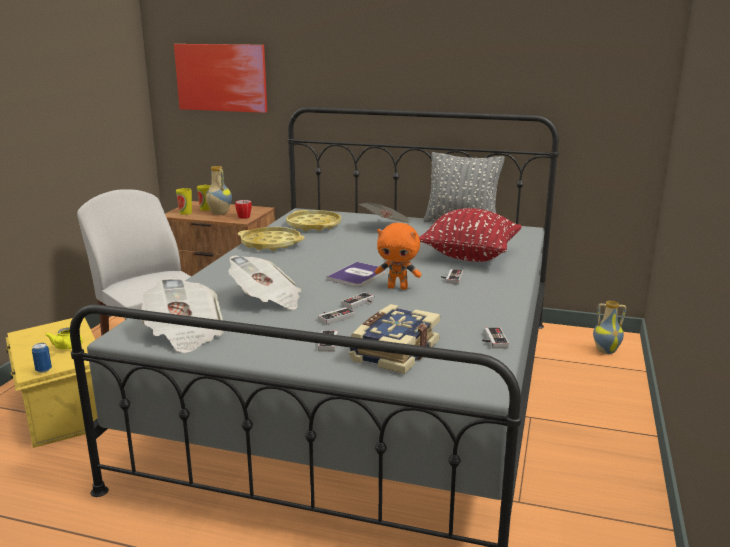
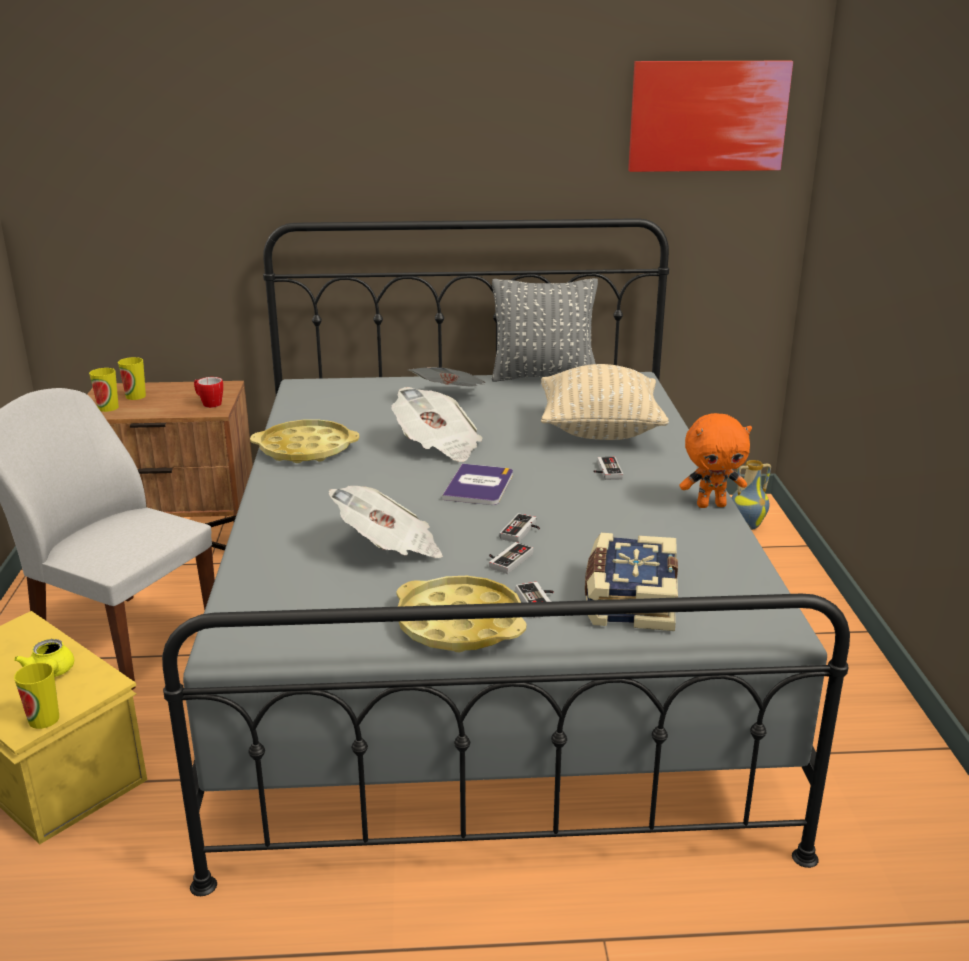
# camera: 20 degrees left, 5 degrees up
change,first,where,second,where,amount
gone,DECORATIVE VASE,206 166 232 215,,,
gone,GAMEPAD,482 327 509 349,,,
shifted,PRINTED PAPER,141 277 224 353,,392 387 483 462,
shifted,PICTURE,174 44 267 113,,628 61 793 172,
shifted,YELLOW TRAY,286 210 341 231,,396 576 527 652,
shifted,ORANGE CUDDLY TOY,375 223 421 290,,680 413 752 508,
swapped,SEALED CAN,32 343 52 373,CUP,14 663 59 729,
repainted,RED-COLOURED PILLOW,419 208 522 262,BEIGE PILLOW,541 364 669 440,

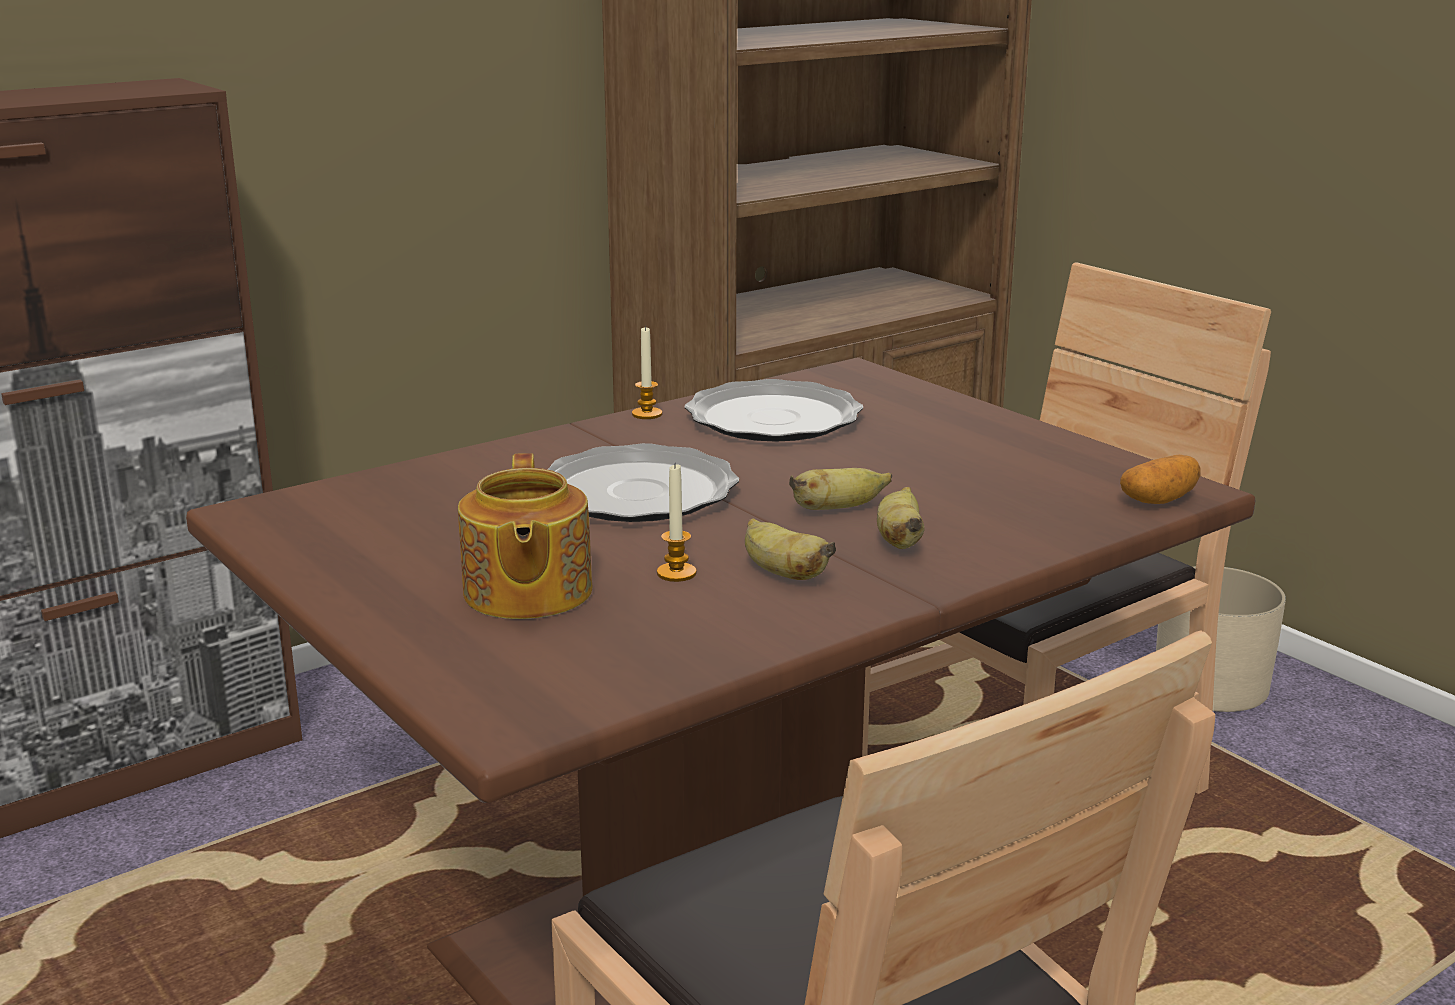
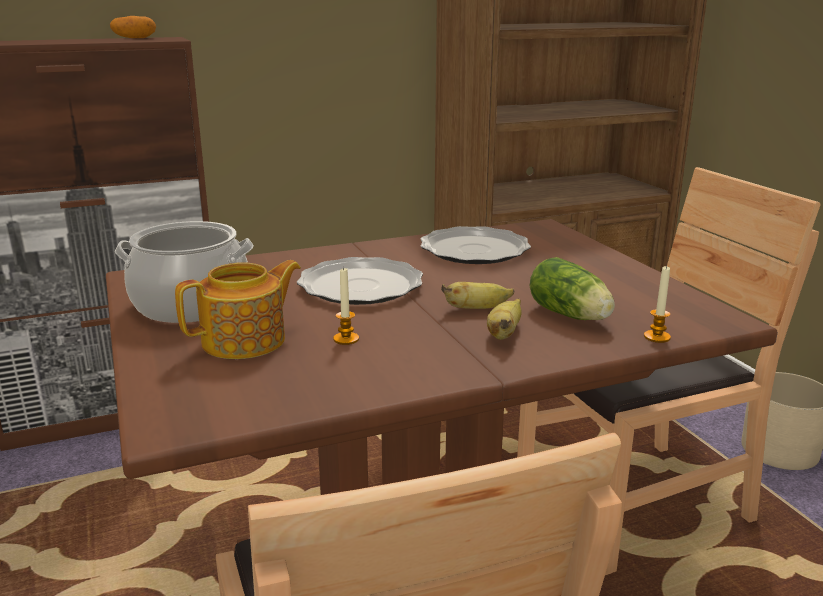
# camera: 15 degrees right, 0 degrees up
change,first,where,second,where,amount
gone,BANANA FRUIT,745 518 836 580,,,
new,,,SAUCEPOT,115 221 254 323,
new,,,HEAD OF LETTUCE,530 257 615 320,
shifted,WAX CANDLE,632 326 662 419,,644 265 671 343,
shifted,WHOLE POTATO,1120 455 1201 504,,110 16 156 38,
rotated,POT FOR TEA,458 453 593 619,,175 260 301 359,135 degrees counterclockwise

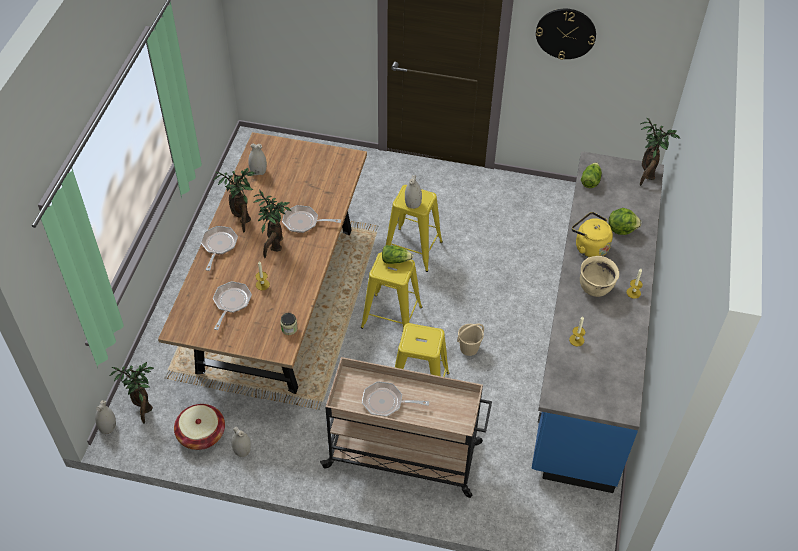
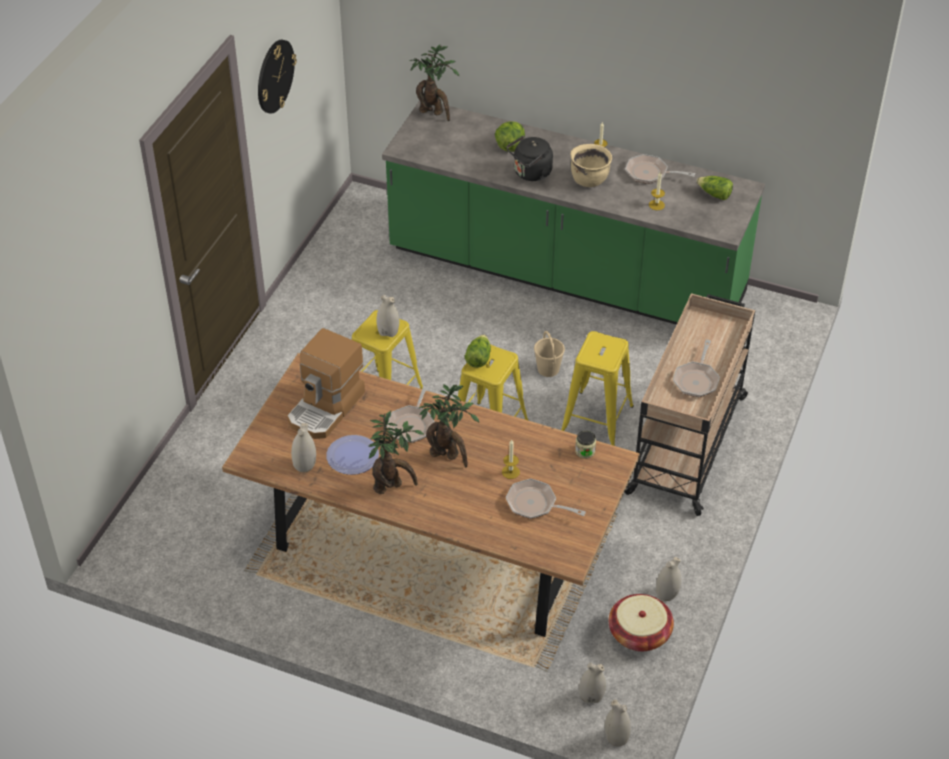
# camera: 80 degrees left, 5 degrees down
change,first,where,second,where,amount
new,,,COFFEE MACHINE,287 328 365 439,
new,,,PLATE,326 435 379 475,
shifted,SKILLET,201 226 238 271,,625 154 695 184,
shifted,HEAD OF LETTUCE,581 162 602 188,,696 176 733 200,
swapped,PLANT IN A POT,110 362 154 424,WHITE DECORATIVE VASE,579 663 606 703,
repainted,BLUE-COLOURED KITCHEN BASE UNIT,532 151 664 493,GREEN-COLOURED KITCHEN BASE UNIT,382 100 765 325,
repainted,YELLOW WATER KETTLE,572 212 613 257,BLACK-COLOURED WATER KETTLE,507 136 553 181,

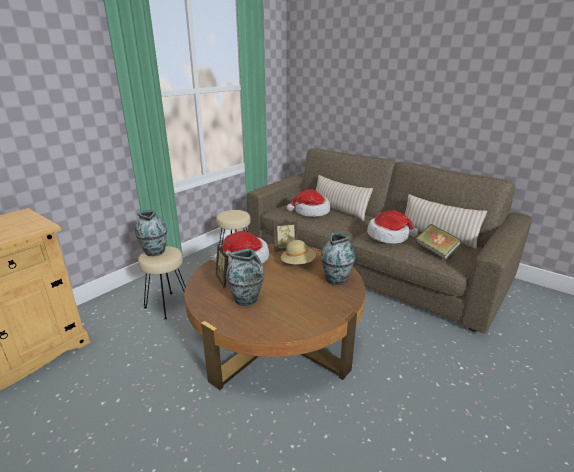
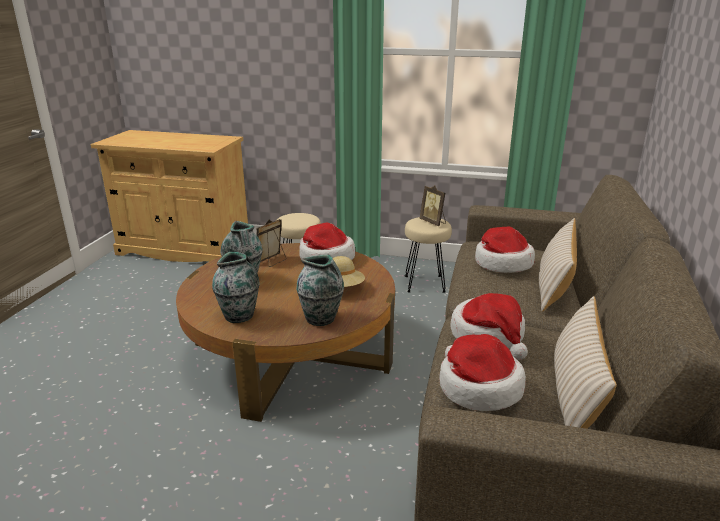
# camera: 65 degrees right, 0 degrees up
change,first,where,second,where,amount
shifted,DECORATIVE VASE,135 210 167 256,,212 252 260 323,
shifted,STANDING FRAME,273 218 298 252,,420 185 446 226,
swapped,BOOK,416 224 461 260,CLOTHING HAT,439 334 526 411,

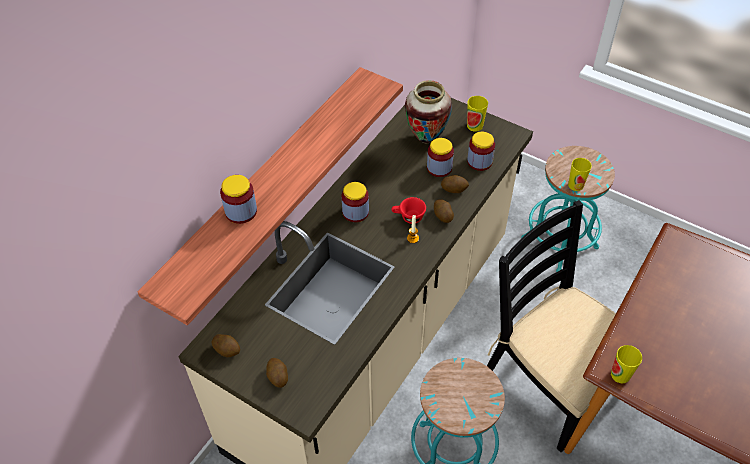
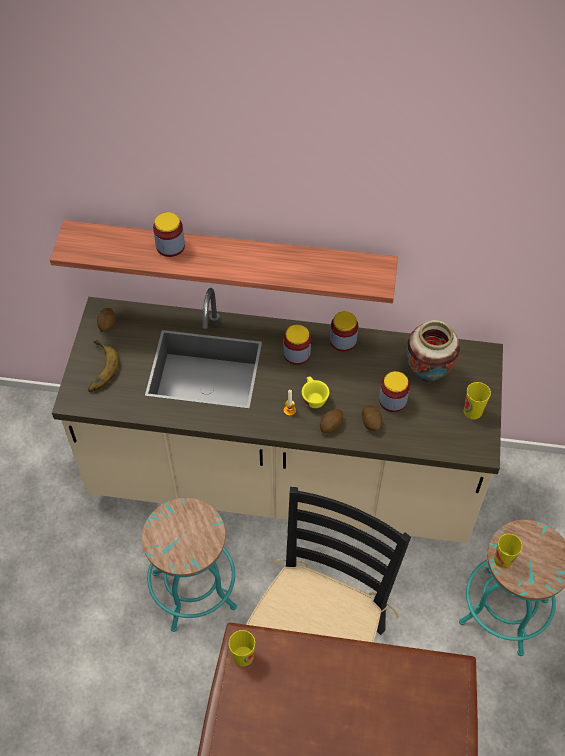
# camera: 65 degrees right, 5 degrees up
change,first,where,second,where,amount
shifted,STORAGE JAR,467 132 495 171,,330 311 358 351,
swapped,WHOLE POTATO,266 358 288 388,BANANA FRUIT,88 340 119 392,
repainted,RED-COLOURED CUP,391 197 426 224,YELLOW CUP,302 377 329 408,

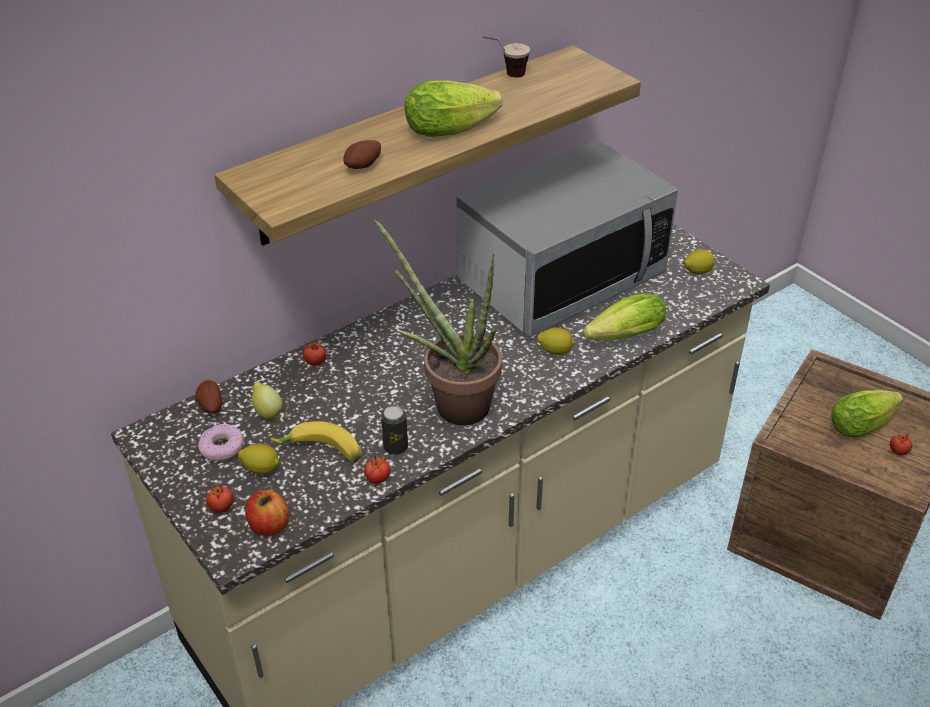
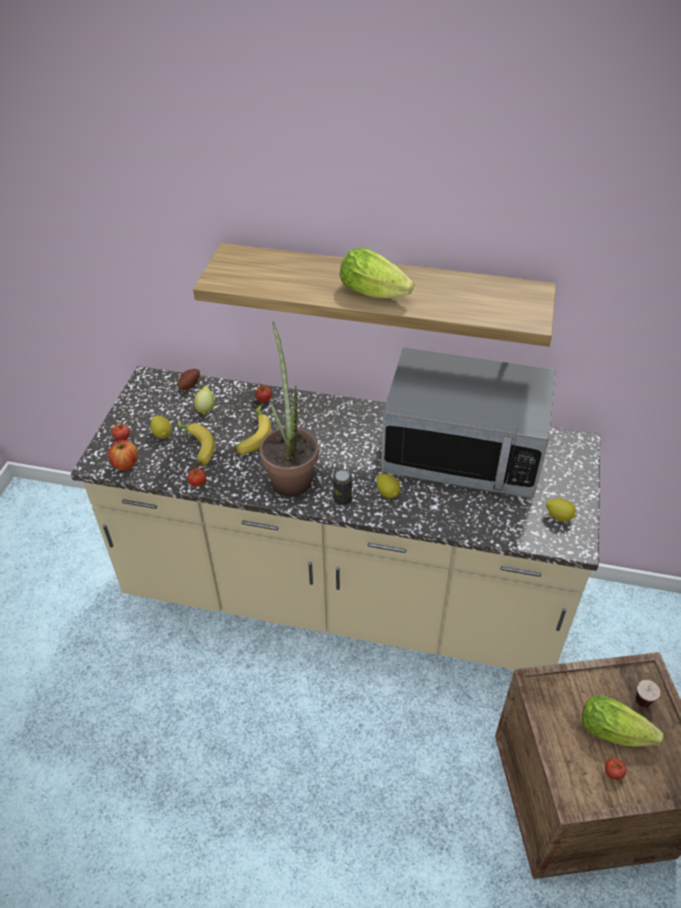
# camera: 50 degrees right, 5 degrees up
change,first,where,second,where,amount
gone,DOUGHNUT,198 424 244 461,,,
gone,WHOLE POTATO,343 140 381 169,,,
gone,HEAD OF LETTUCE,583 293 666 340,,,
new,,,BANANA FRUIT,234 406 271 455,
shifted,SEALED CAN,381 406 408 455,,333 470 352 506,
shifted,CUP,482 36 530 77,,623 668 660 707,

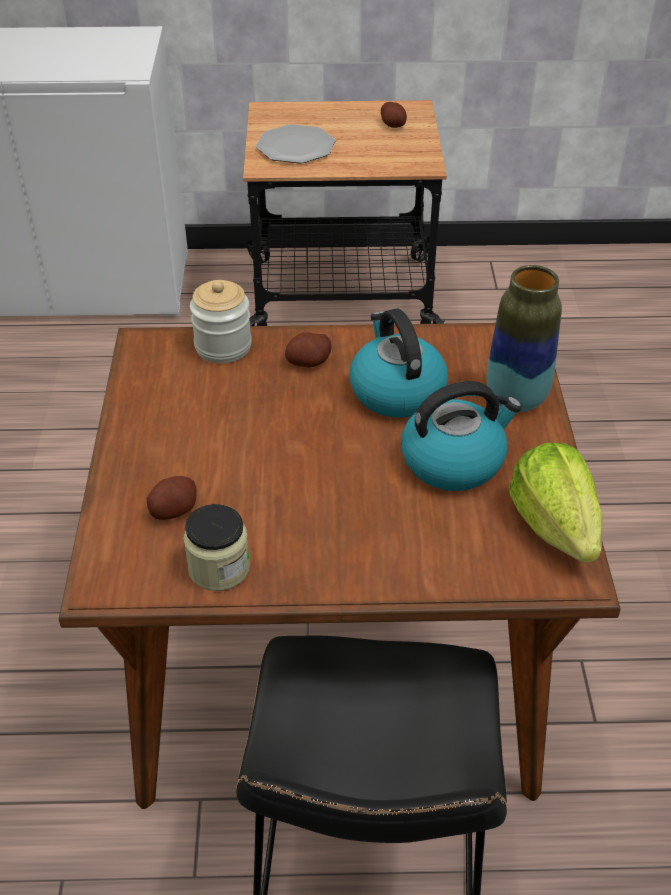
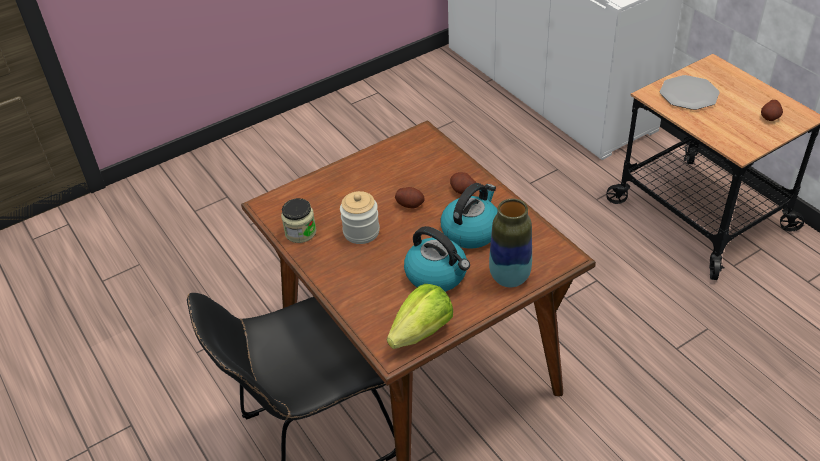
# camera: 60 degrees right, 0 degrees up
change,first,where,second,where,amount
shifted,WHOLE POTATO,147 476 197 520,,395 187 425 208,
shifted,STORAGE JAR,190 280 252 363,,340 191 380 244,

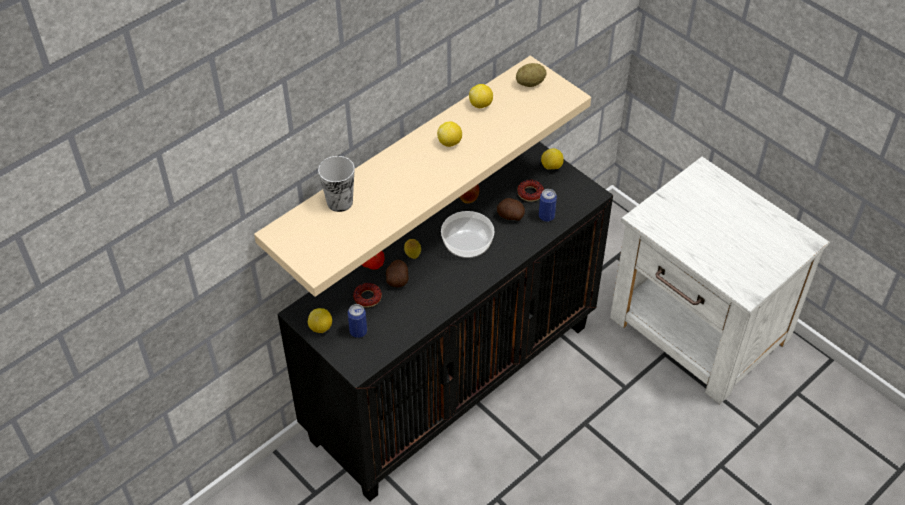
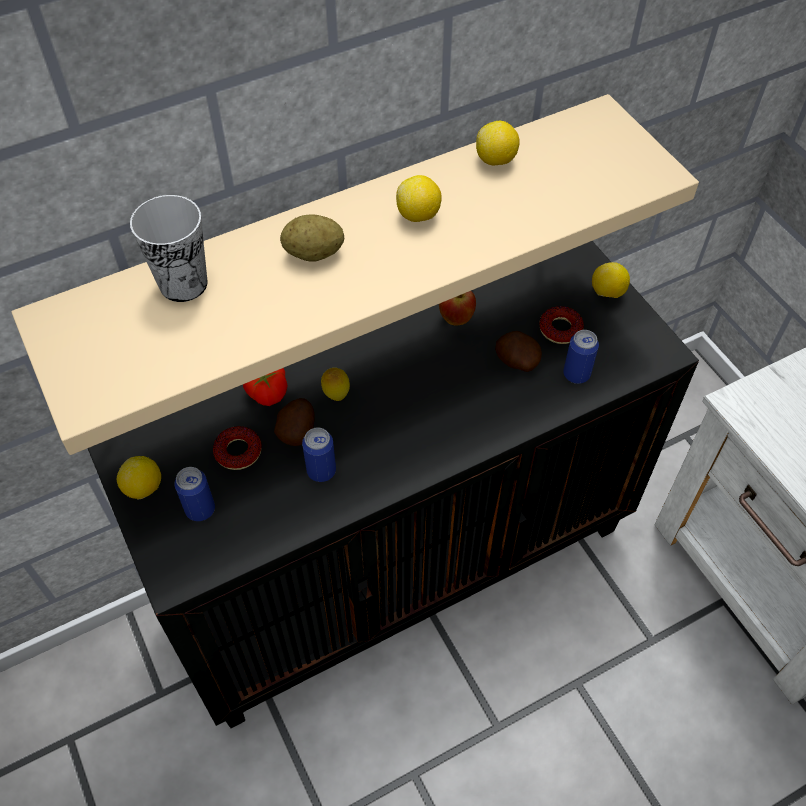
# camera: 15 degrees right, 5 degrees up
change,first,where,second,where,amount
gone,DEEP DISH,441 211 495 258,,,
new,,,SEALED CAN,302 428 336 482,
shifted,WHOLE POTATO,516 63 547 87,,280 214 344 261,

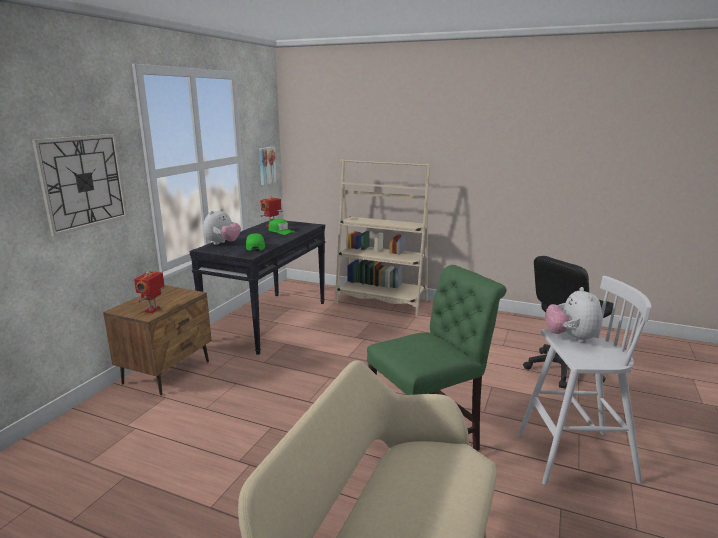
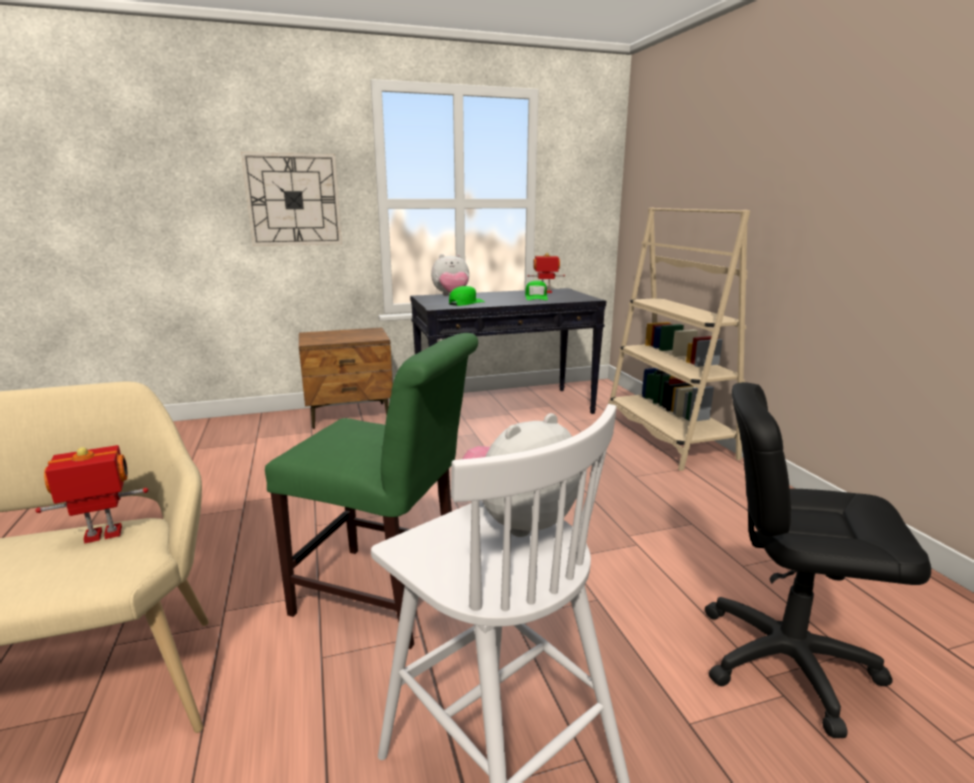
# camera: 50 degrees right, 0 degrees up
change,first,where,second,where,amount
gone,PICTURE,259 147 277 185,,,
shifted,MODEL ROBOT,134 271 164 313,,35 445 149 544,

